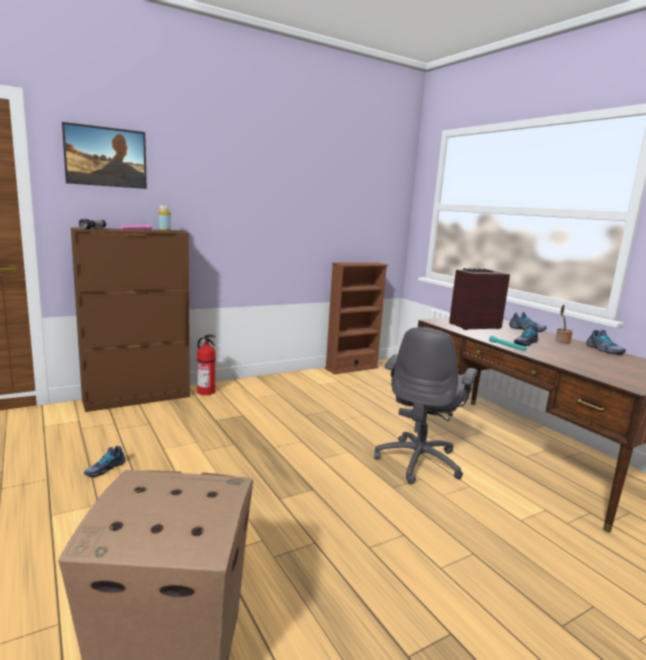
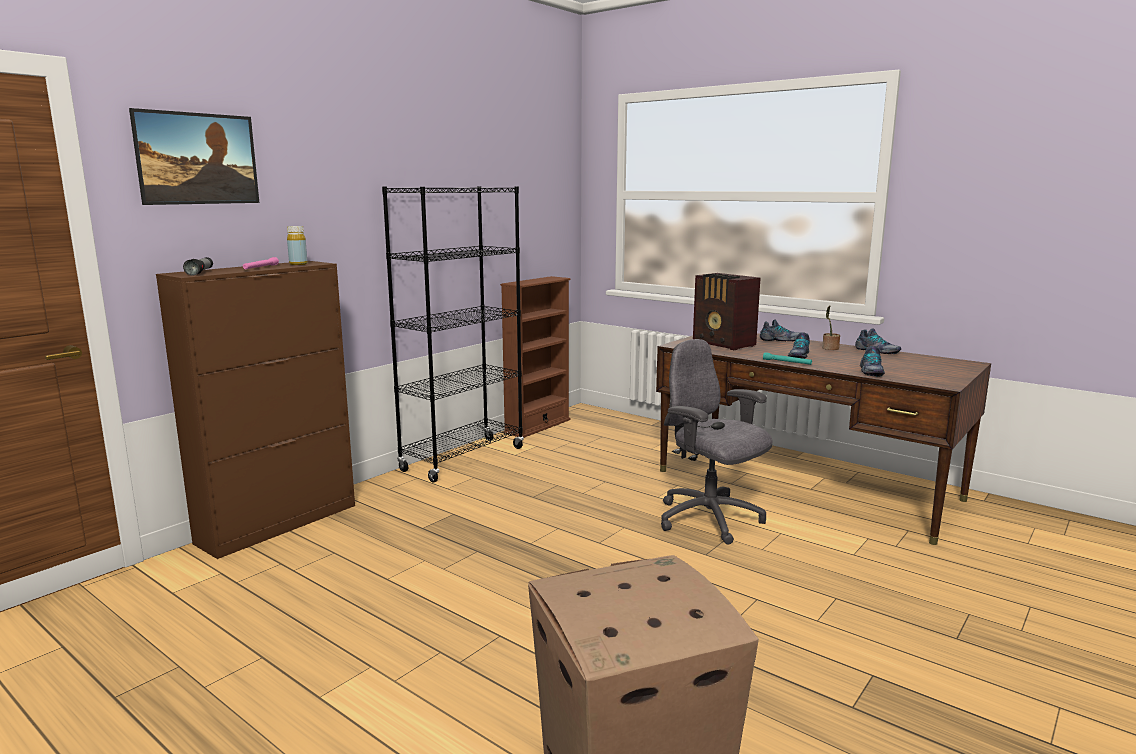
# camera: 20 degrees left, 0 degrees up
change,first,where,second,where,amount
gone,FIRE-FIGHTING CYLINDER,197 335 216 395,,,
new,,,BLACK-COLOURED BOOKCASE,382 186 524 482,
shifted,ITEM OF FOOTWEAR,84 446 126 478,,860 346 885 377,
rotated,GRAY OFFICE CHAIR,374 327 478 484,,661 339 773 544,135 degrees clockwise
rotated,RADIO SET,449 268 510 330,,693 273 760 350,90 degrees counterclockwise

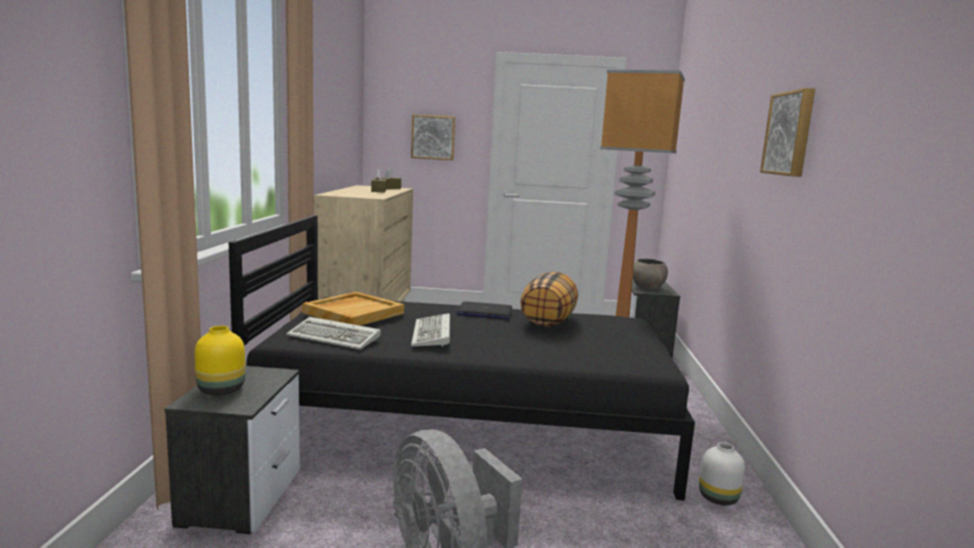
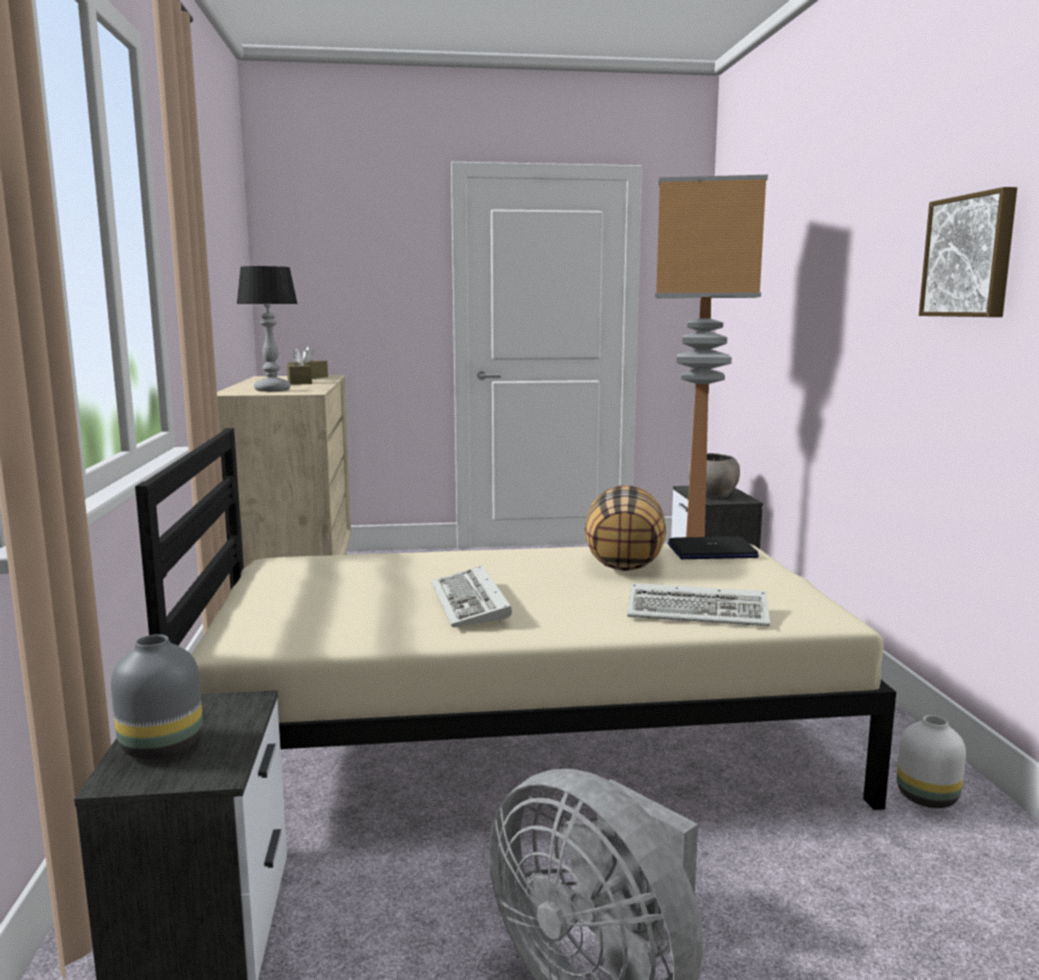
# camera: 10 degrees left, 0 degrees up
change,first,where,second,where,amount
gone,BEIGE TRAY,302 292 404 326,,,
gone,PICTURE,411 114 455 160,,,
new,,,TABLE LAMP,236 266 298 392,
shifted,PC KEYBOARD,286 317 381 350,,627 583 770 626,
shifted,PORTABLE COMPUTER,457 301 512 319,,668 536 759 559,
repainted,YELLOW DECORATIVE VASE,194 326 245 395,GRAY DECORATIVE VASE,111 634 202 760,
repainted,BLACK-COLOURED BEDROOM BED,229 215 695 501,BEIGE BEDROOM BED,135 428 896 810,

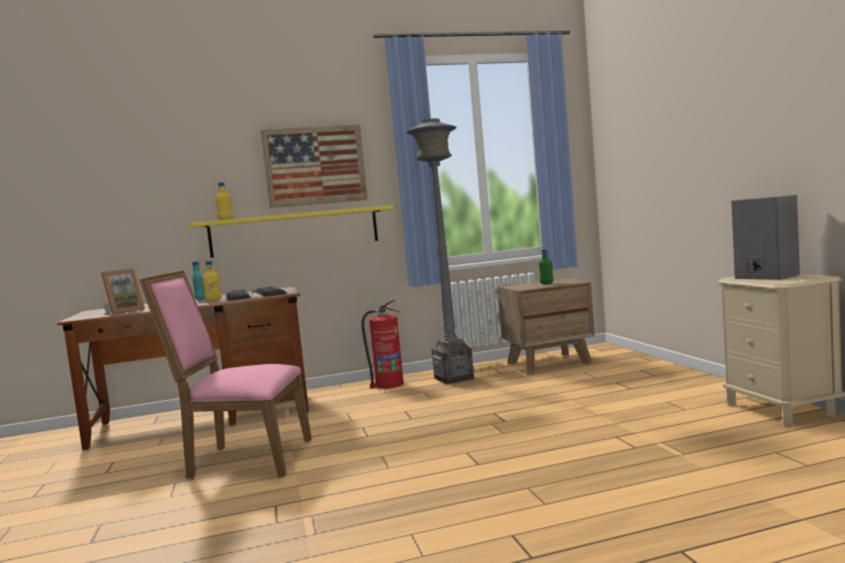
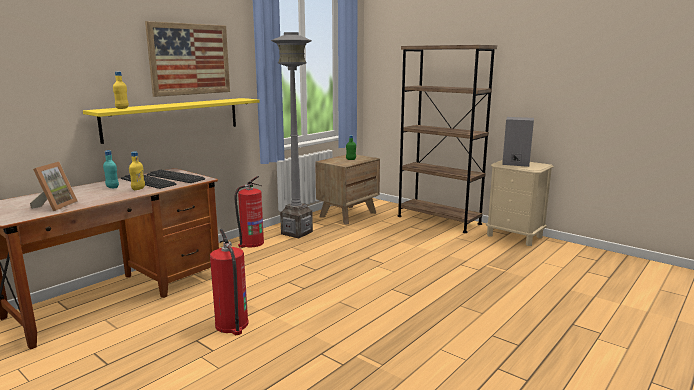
# camera: 35 degrees left, 10 degrees up
change,first,where,second,where,amount
new,,,BROWN BOOKCASE,397 45 497 233,
swapped,PINK-COLOURED PLAIN CHAIR,139 270 312 478,FIRE-FIGHTING CYLINDER,210 229 249 336,

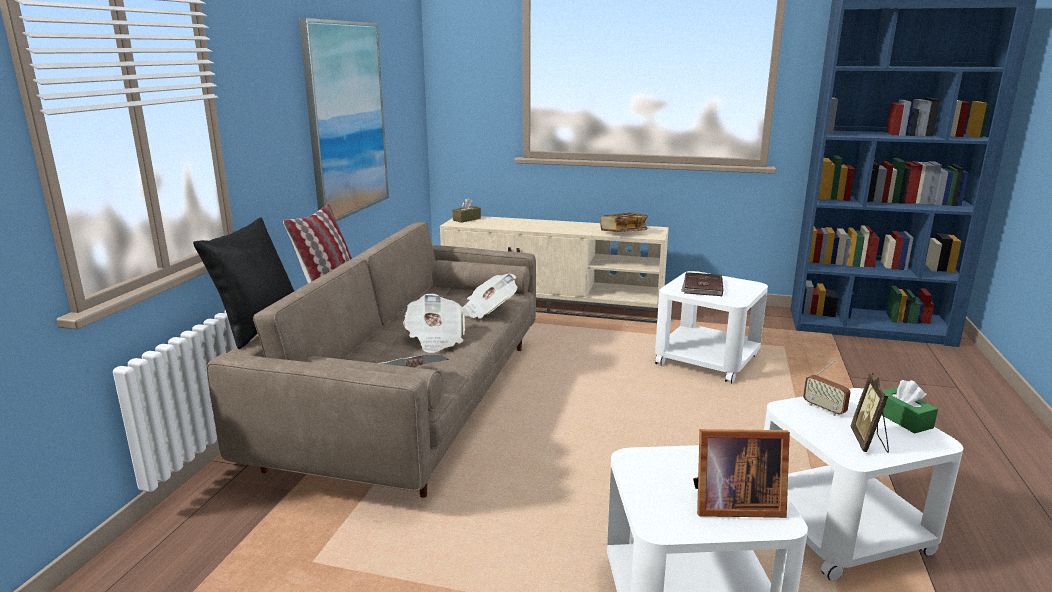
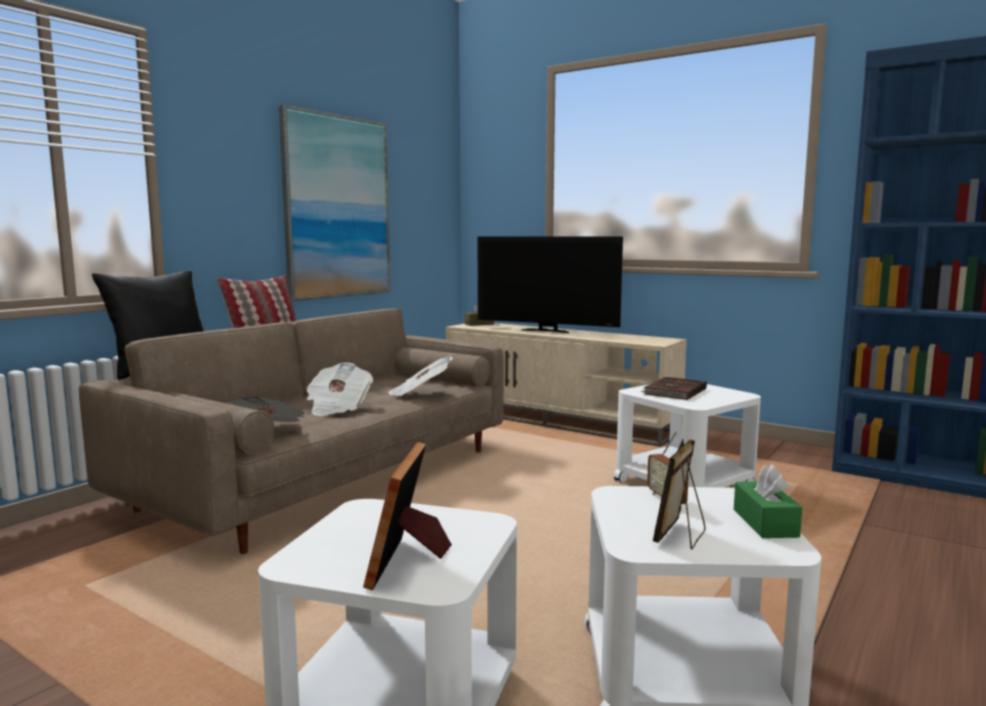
# camera: 20 degrees right, 10 degrees down
change,first,where,second,where,amount
gone,BOOK,600 213 648 232,,,
new,,,TV,478 236 623 333,
rotated,STANDING FRAME,693 429 790 518,,363 442 452 590,75 degrees clockwise

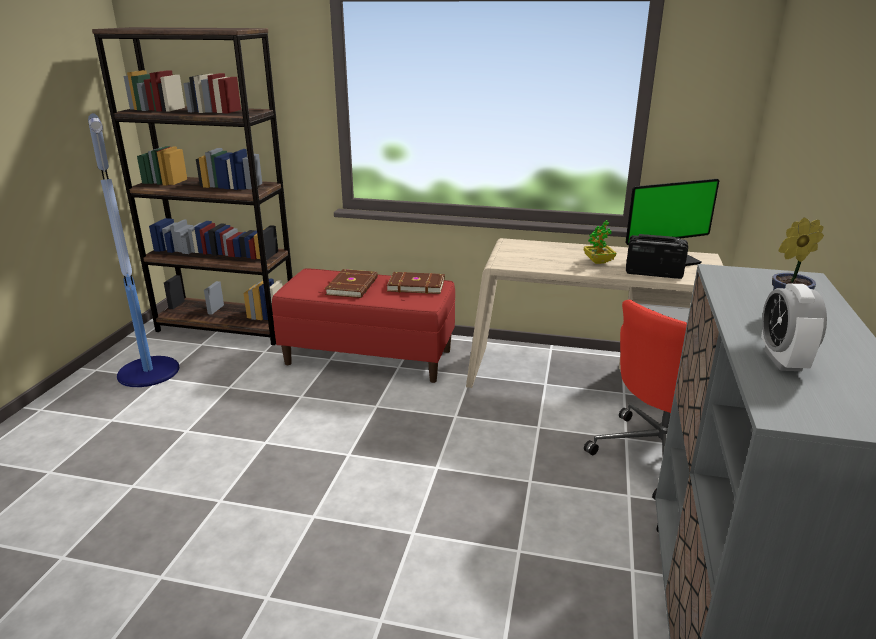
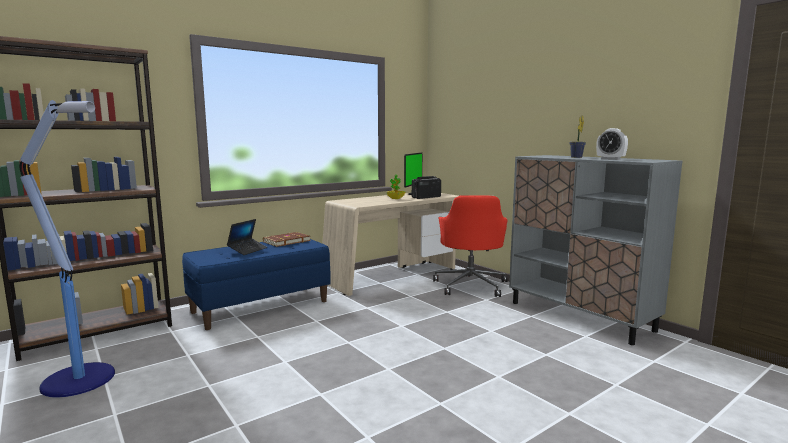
# camera: 50 degrees left, 15 degrees down
change,first,where,second,where,amount
swapped,BROWN BOOK,325 269 378 298,PORTABLE COMPUTER,227 219 267 255,
repainted,RED-COLOURED BENCH,272 268 455 383,BLUE-COLOURED BENCH,182 239 331 330,

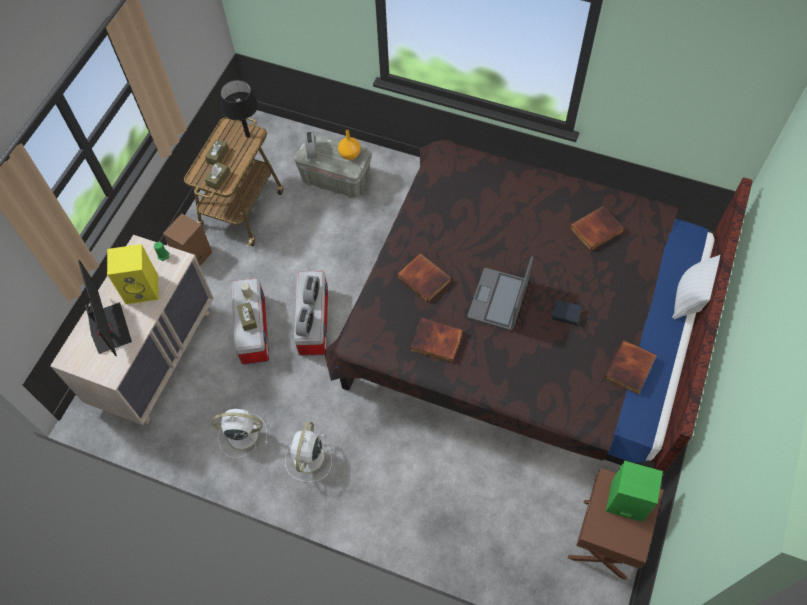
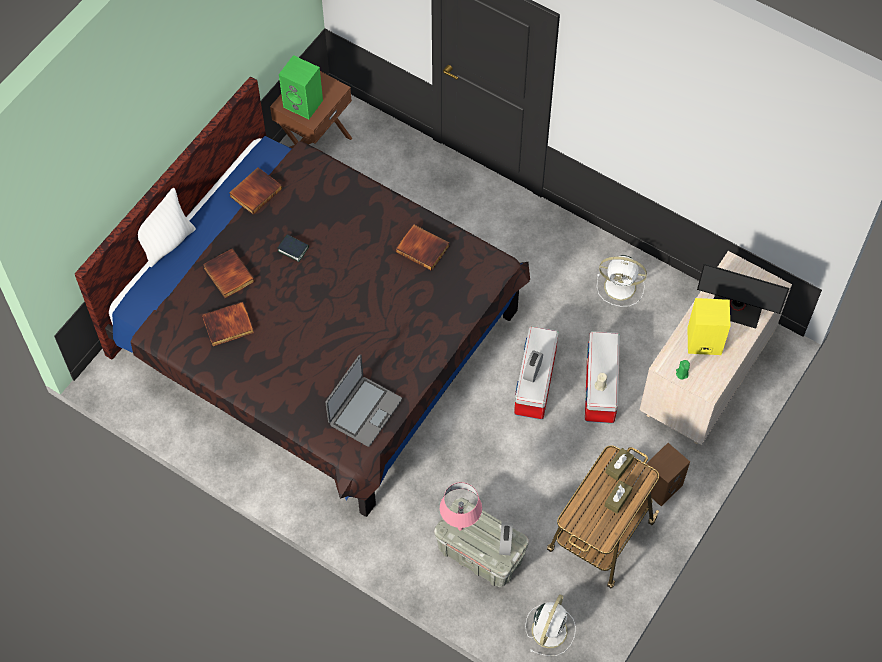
# camera: 170 degrees left, 0 degrees up
change,first,where,second,where,amount
gone,BLACK-COLOURED TABLE LAMP,220 80 258 138,,,
gone,BROWN BOX OF TISSUES,237 302 257 331,,,
gone,BEDSIDE CLOCK,296 307 314 337,,,
shifted,WHITE FAN,285 421 332 482,,525 594 576 656,
shifted,BOOK,397 253 451 303,,203 249 255 298,
shifted,PORTABLE COMPUTER,467 256 533 330,,325 354 402 447,
swapped,ORANGE DECORATIVE VASE,338 130 361 160,PINK-COLOURED TABLE LAMP,440 482 482 531,
rotated,MONITOR,78 260 132 356,,697 263 789 328,60 degrees counterclockwise

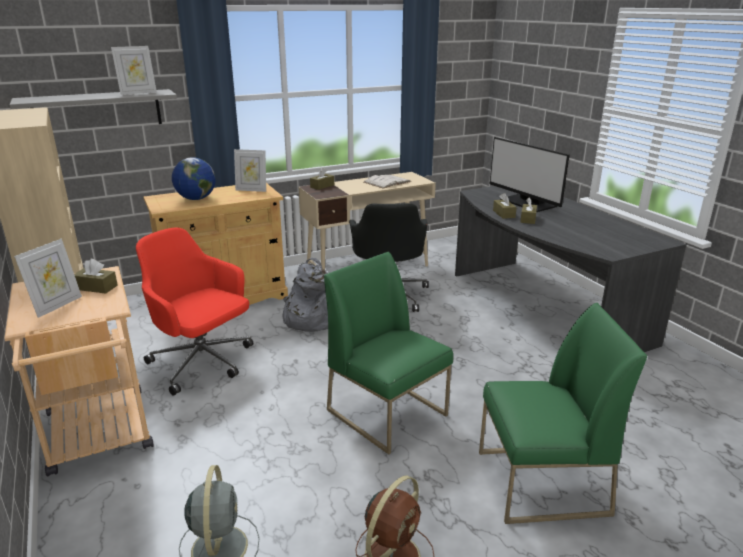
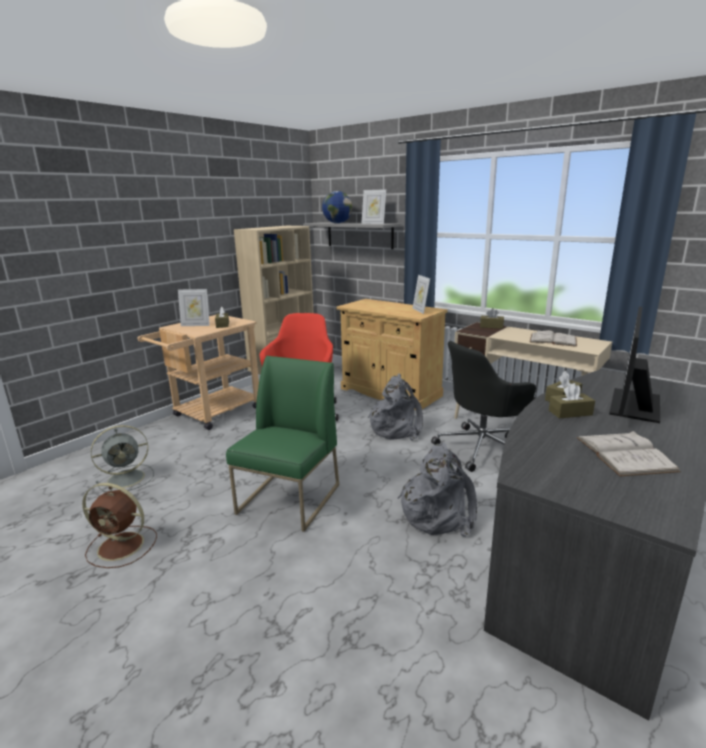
# camera: 65 degrees right, 5 degrees down
change,first,where,second,where,amount
gone,GREEN-COLOURED PLAIN CHAIR,479 303 647 524,,,
new,,,GRAY RUCKSACK,398 443 477 537,
new,,,WHITE BOOK,576 431 681 477,
shifted,WORLD GLOBE,172 157 215 200,,322 191 352 223,

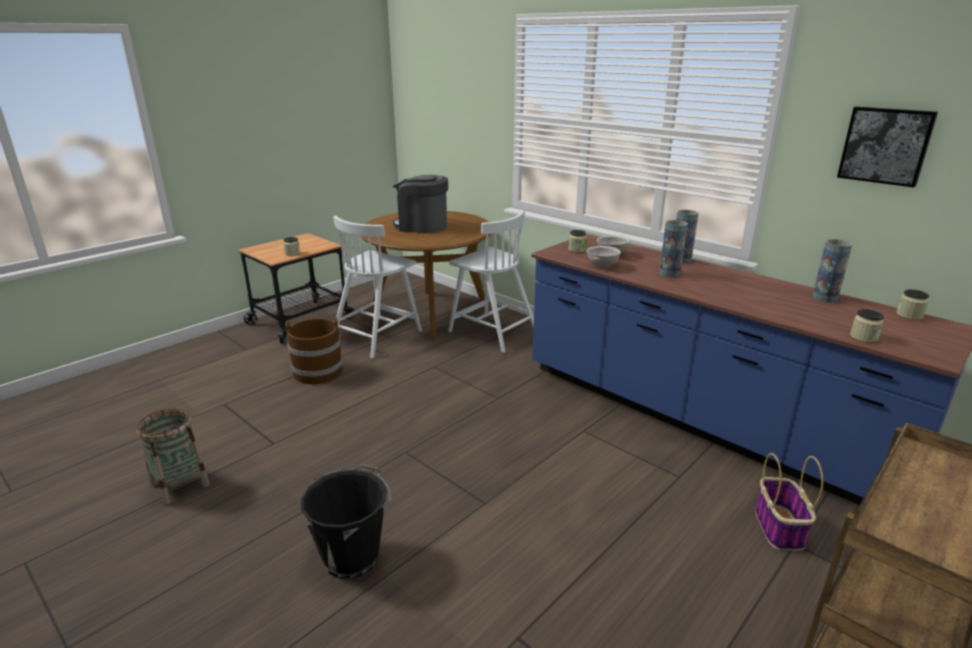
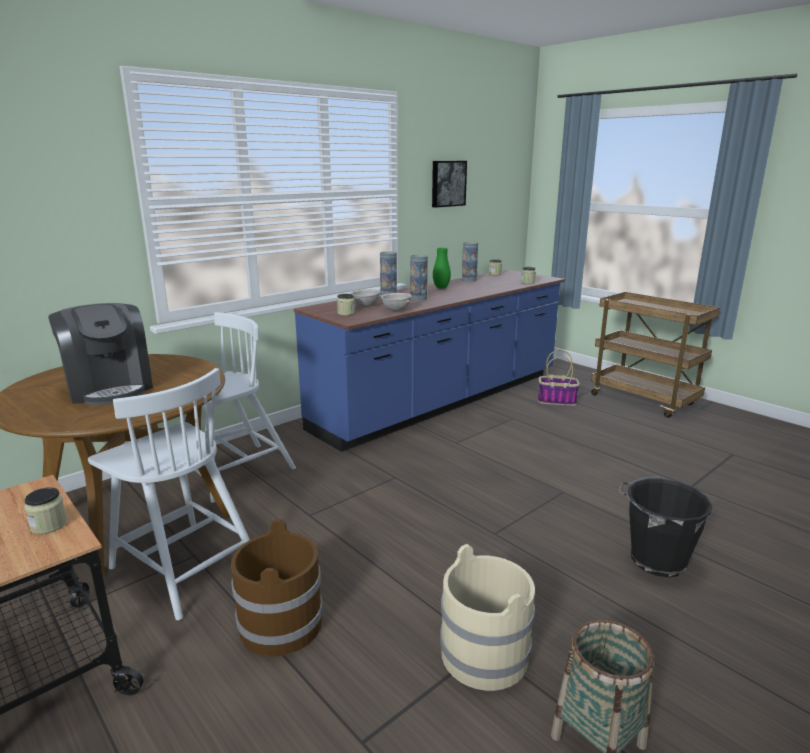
# camera: 85 degrees left, 5 degrees down
change,first,where,second,where,amount
new,,,GREEN-COLOURED DECORATIVE VASE,433 248 451 289,
new,,,BEIGE WATER BUCKET,440 544 535 691,
rotated,COFFEE MACHINE,393 175 448 233,,48 303 153 405,60 degrees counterclockwise

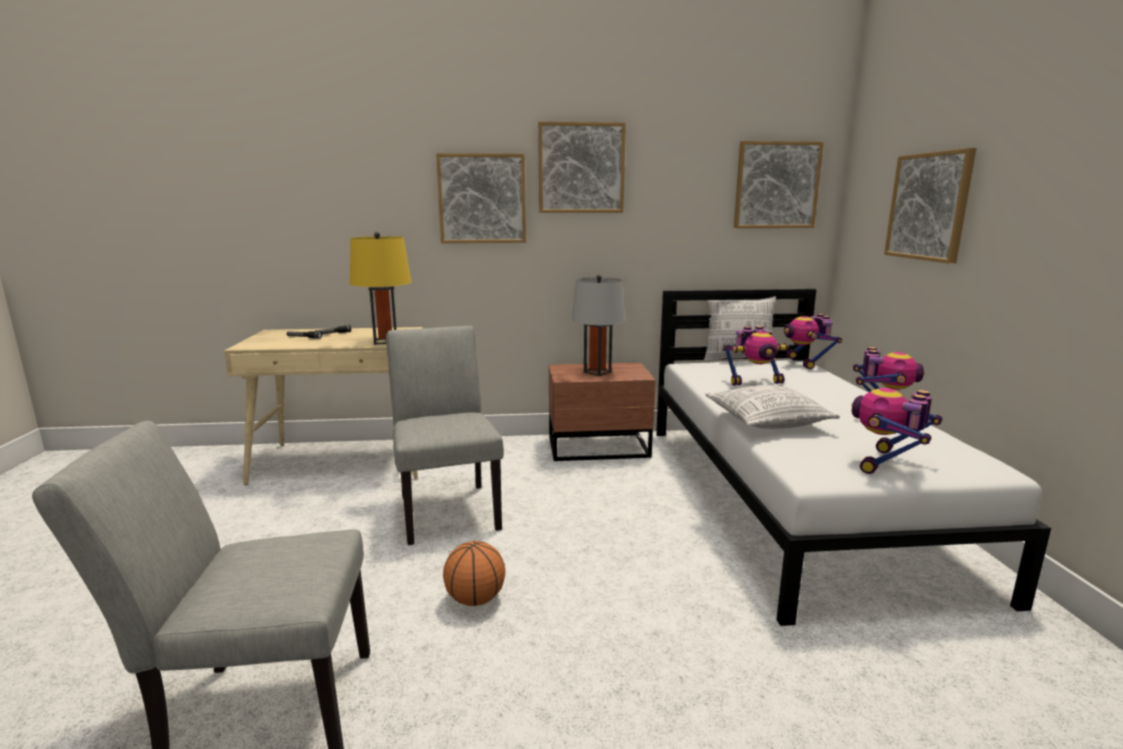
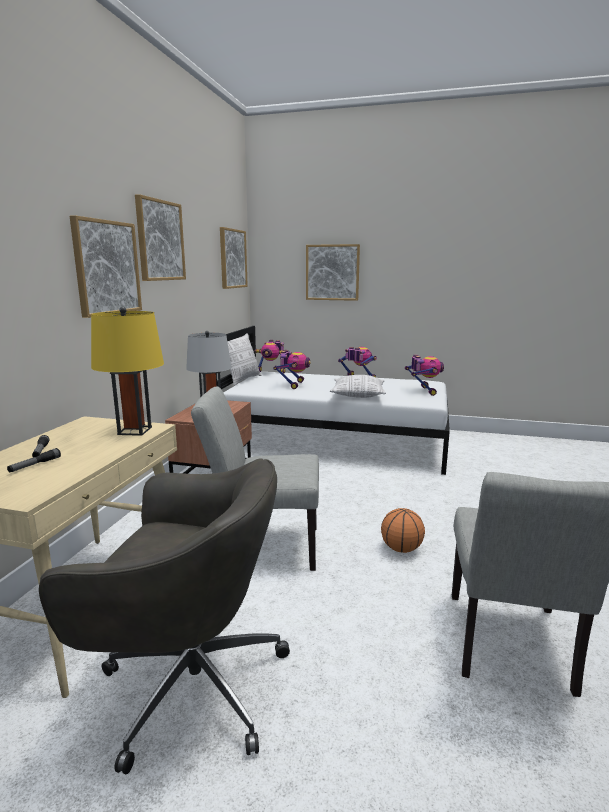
# camera: 70 degrees left, 0 degrees up
change,first,where,second,where,amount
new,,,GRAY OFFICE CHAIR,39 458 290 774,
rotated,MODEL ROBOT,852 388 943 474,,405 355 444 396,150 degrees counterclockwise

